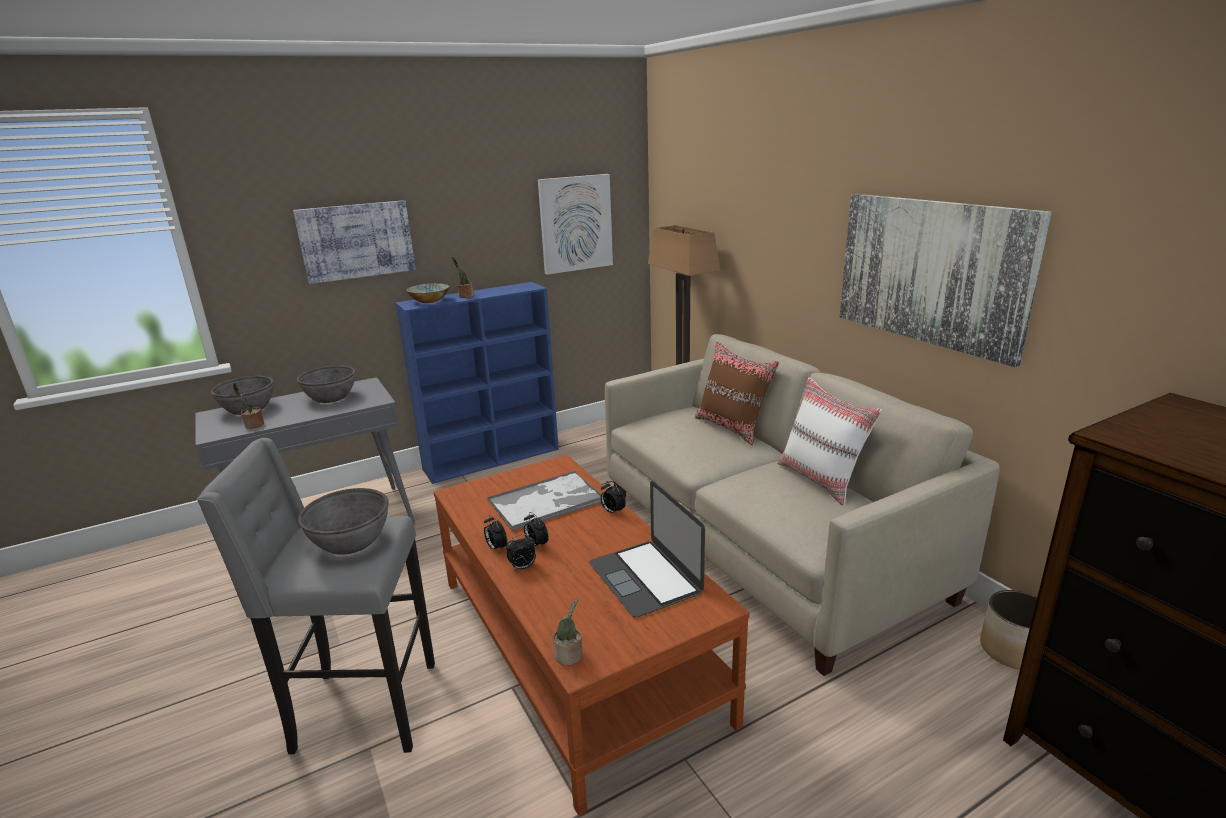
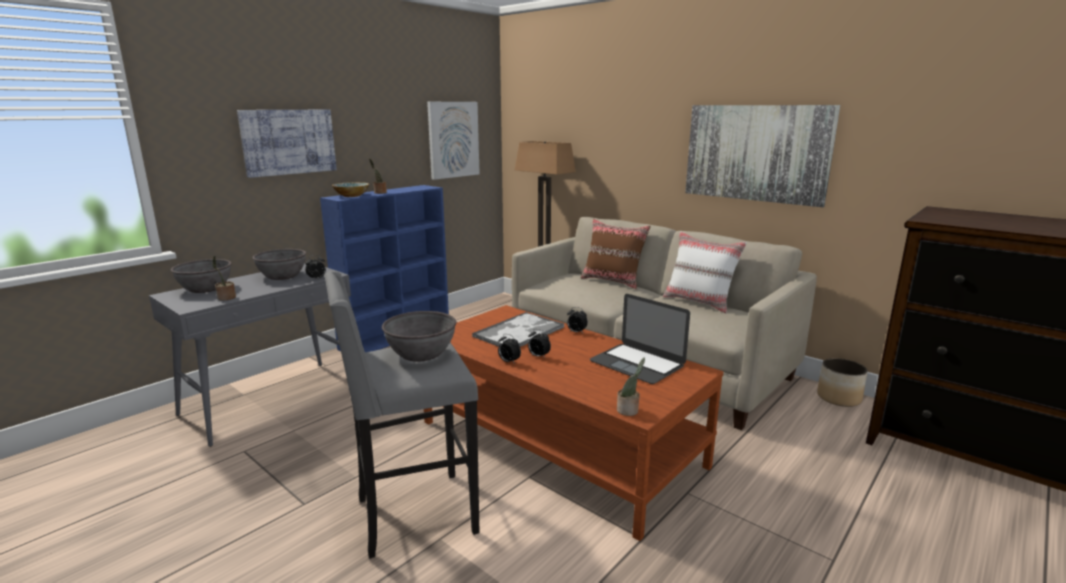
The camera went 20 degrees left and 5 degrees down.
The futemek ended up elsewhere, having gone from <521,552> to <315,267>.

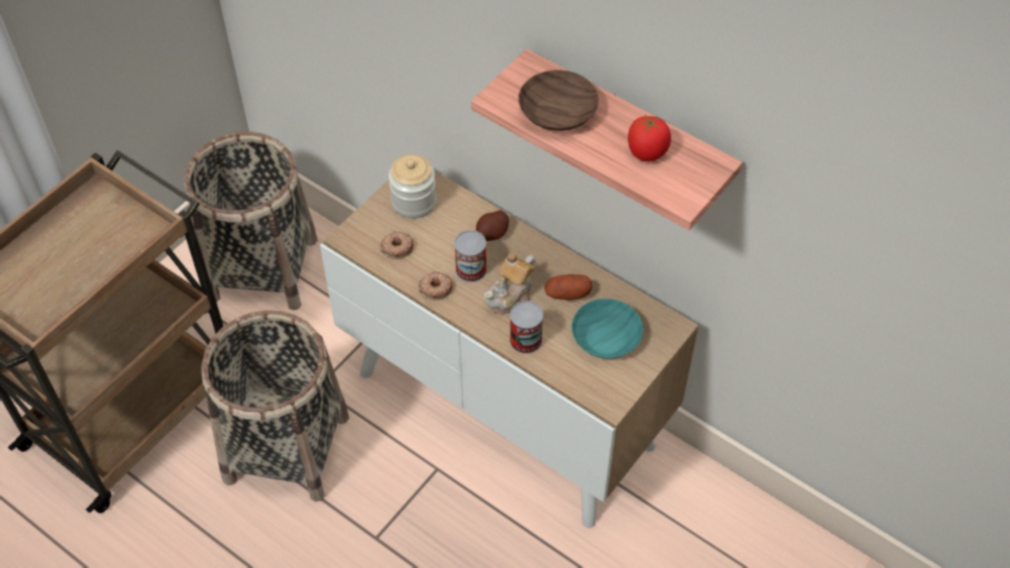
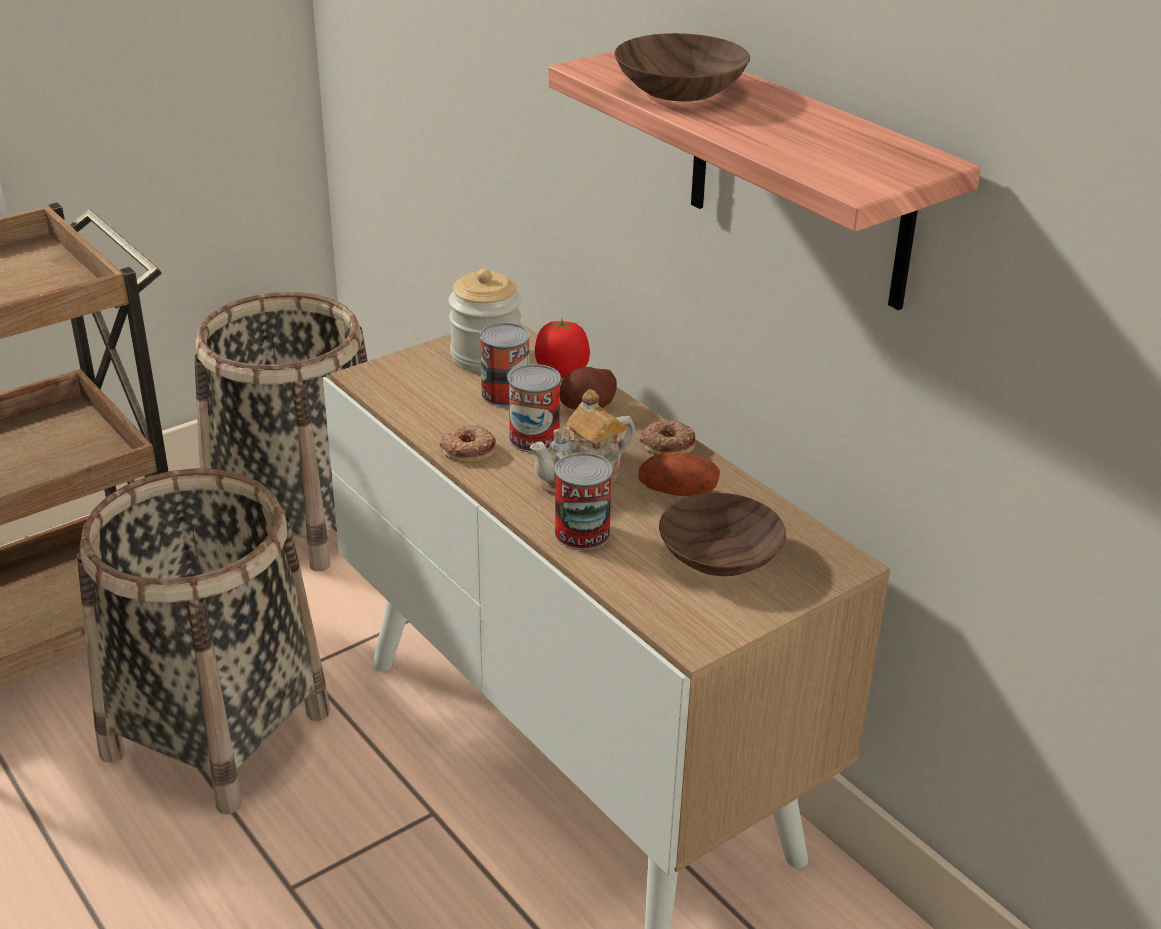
The camera went 15 degrees right and 20 degrees down.
The second view gained the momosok at <505,365>.
The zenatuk ended up elsewhere, having gone from <649,138> to <562,348>.
The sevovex ended up elsewhere, having gone from <397,245> to <667,437>.
What was the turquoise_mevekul at <607,329> turned into the brown_mevekul at <722,534>.

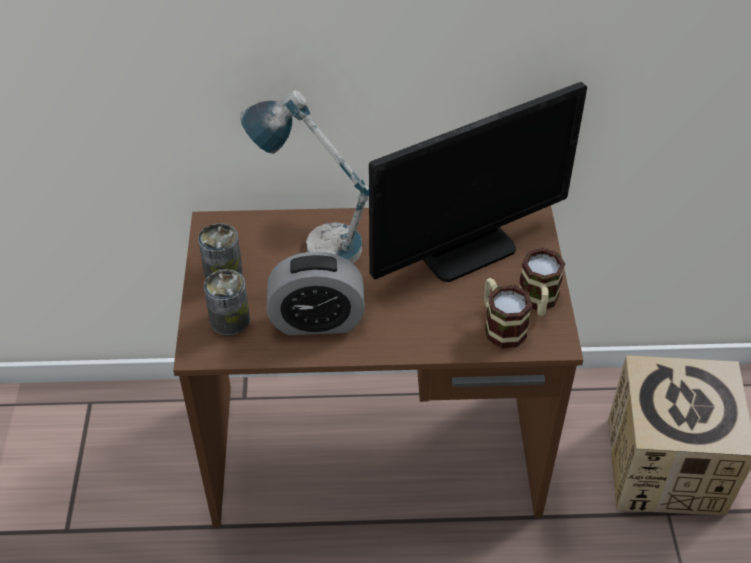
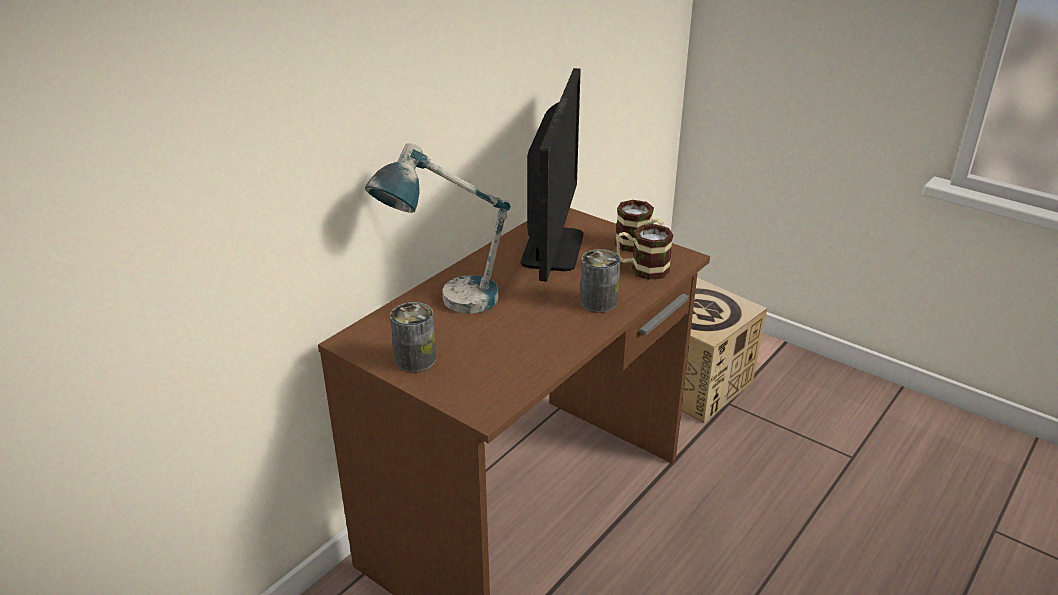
The camera went 50 degrees left and 15 degrees down.
The momosok ended up elsewhere, having gone from <227,302> to <600,281>.
The second view lost the futemek at <316,293>.

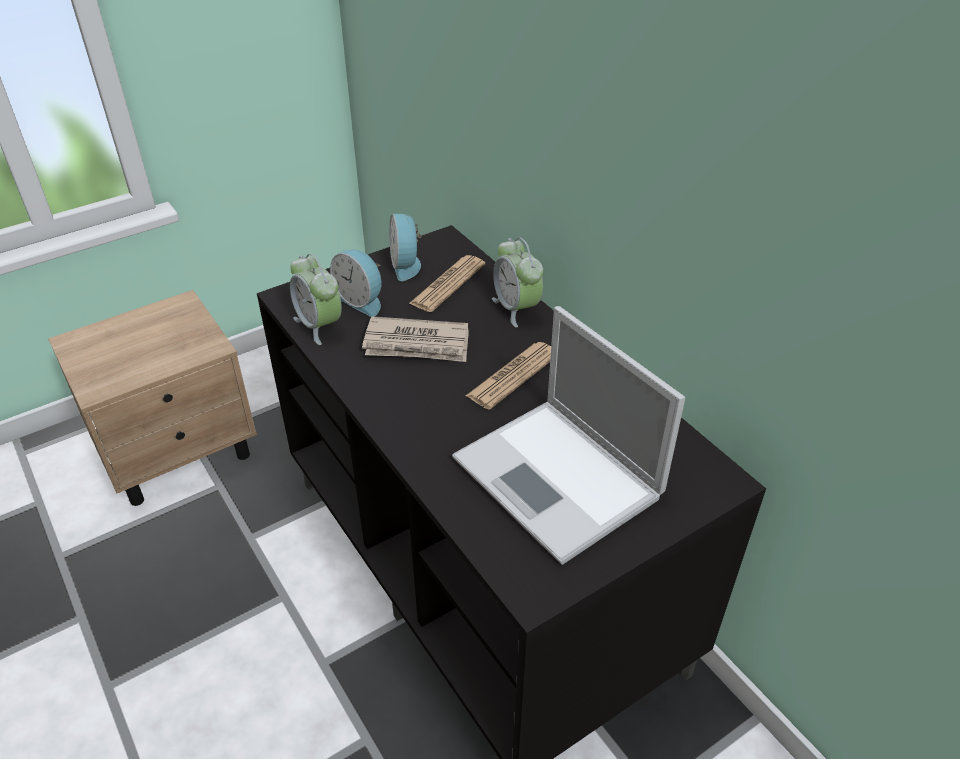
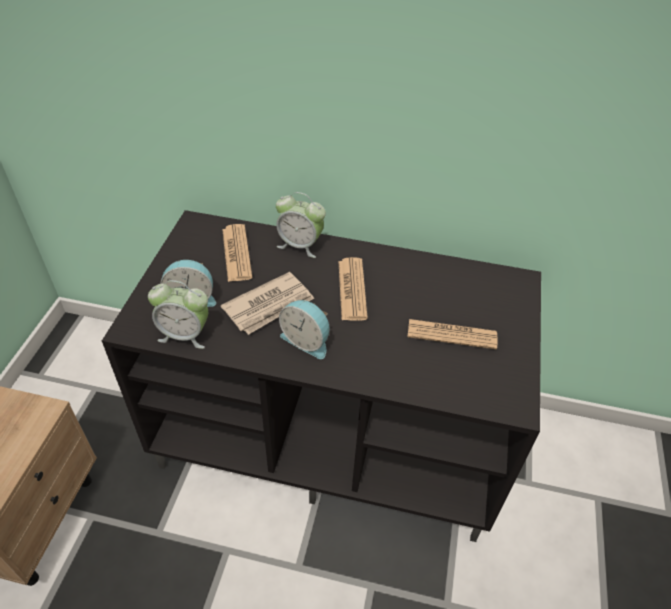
The camera went 45 degrees left and 5 degrees up.
The futemek ended up elsewhere, having gone from <405,247> to <304,329>.
Where the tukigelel stood at <568,435>, the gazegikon came to stand at <452,334>.

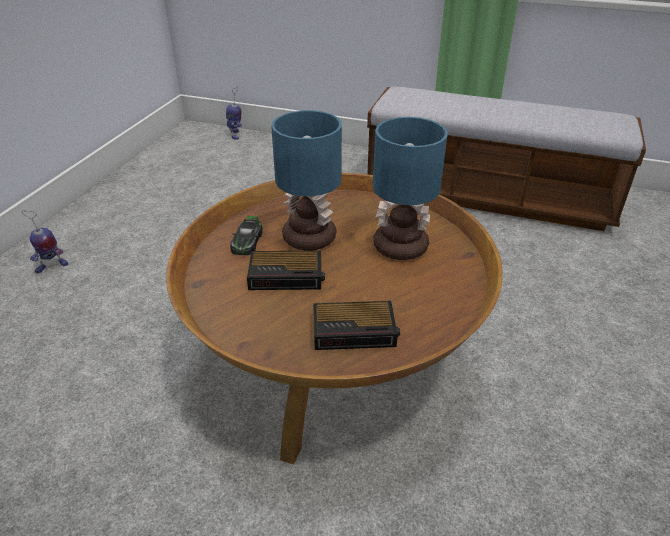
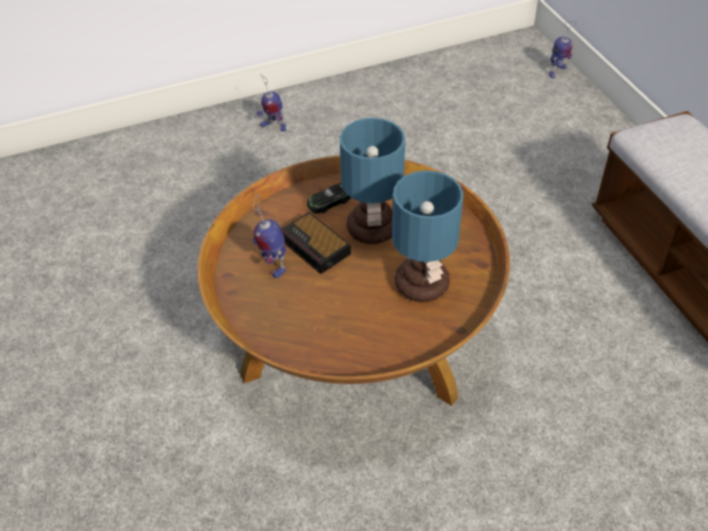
The camera went 50 degrees right and 10 degrees up.
The second view gained the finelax at <269,236>.
The second view lost the futemek at <356,325>.

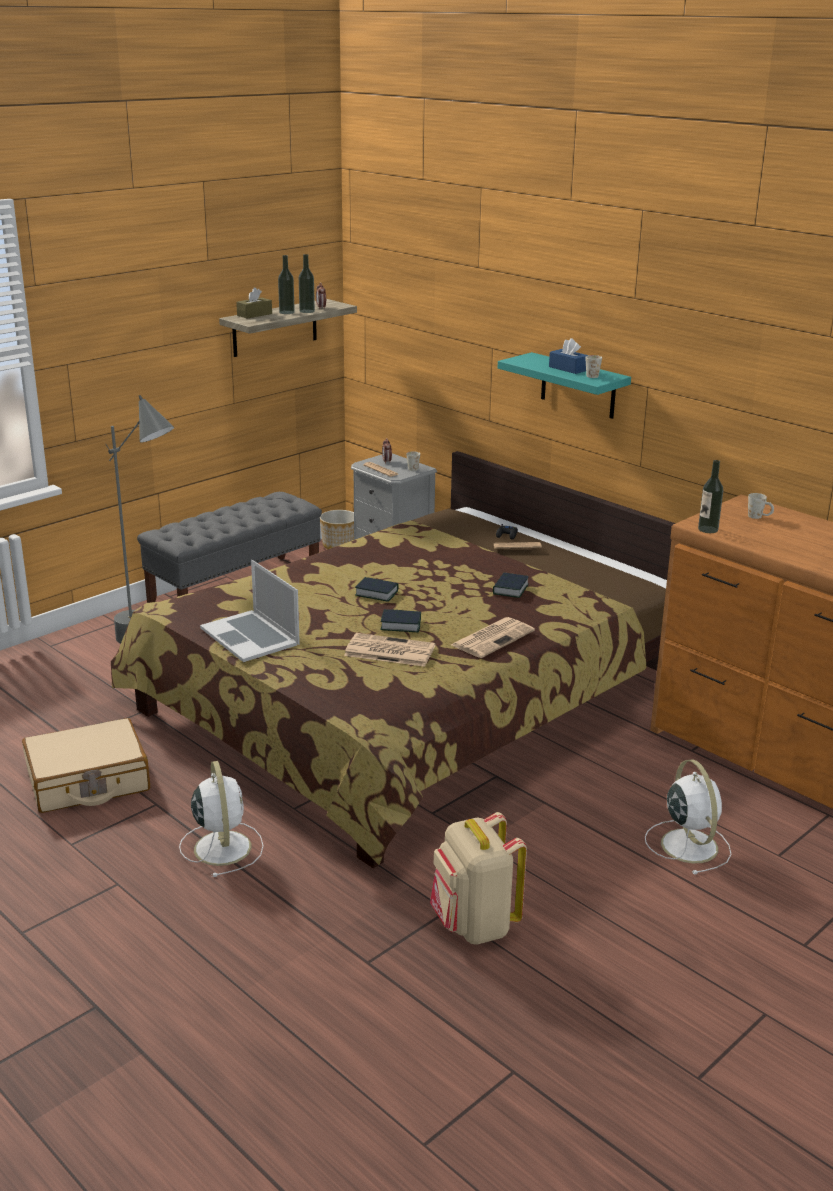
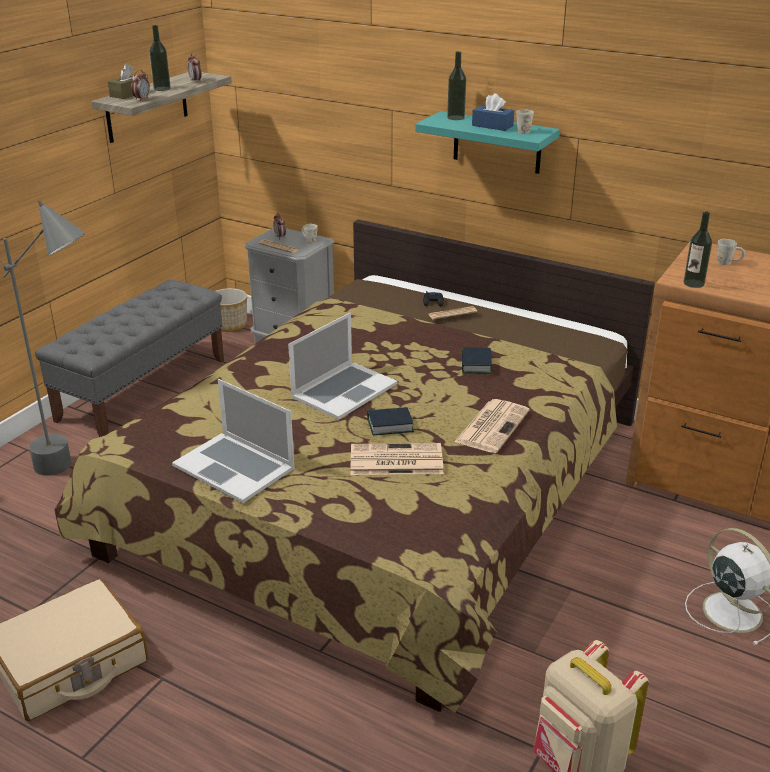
The camera went 15 degrees left and 5 degrees up.
The second view gained the futemek at <140,85>.
Where the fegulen stood at <377,589>, the tukigelel came to stand at <343,366>.
The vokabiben ended up elsewhere, having gone from <307,283> to <456,85>.
The second view lost the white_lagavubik at <221,819>.

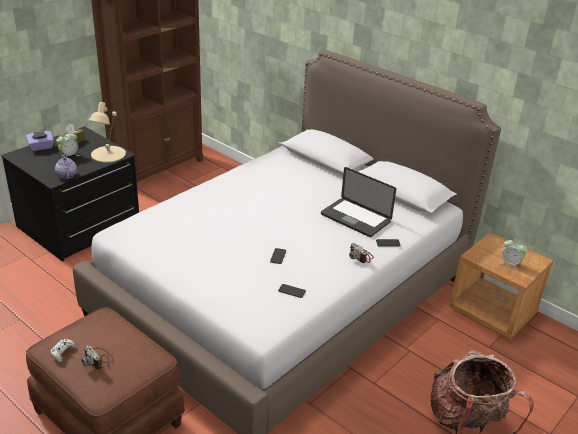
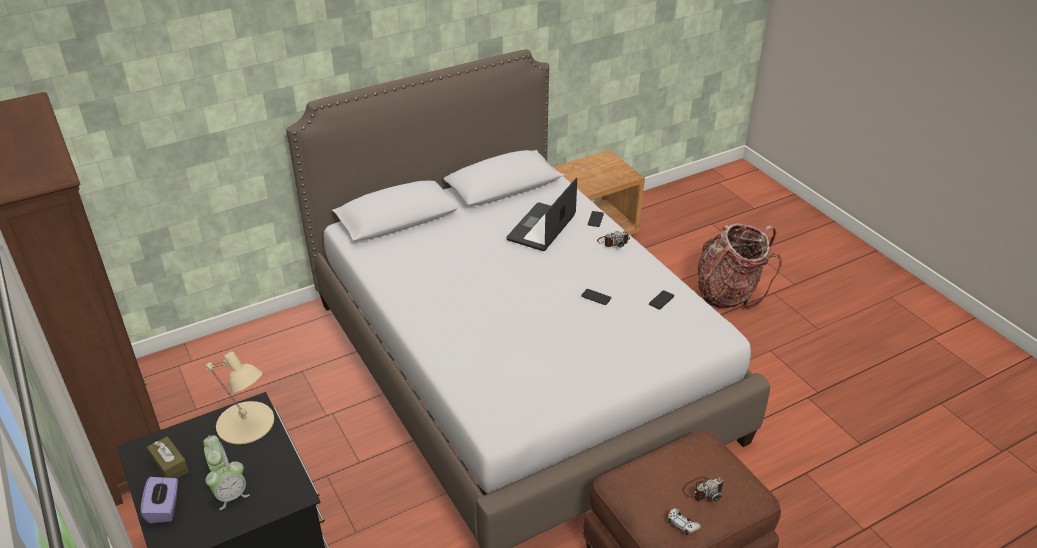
The camera went 70 degrees left and 5 degrees up.
The futemek ended up elsewhere, having gone from <514,255> to <227,485>.
The tukigelel at <358,202> ended up facing another way, 150 degrees clockwise from before.
The second view lost the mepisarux at <66,167>.

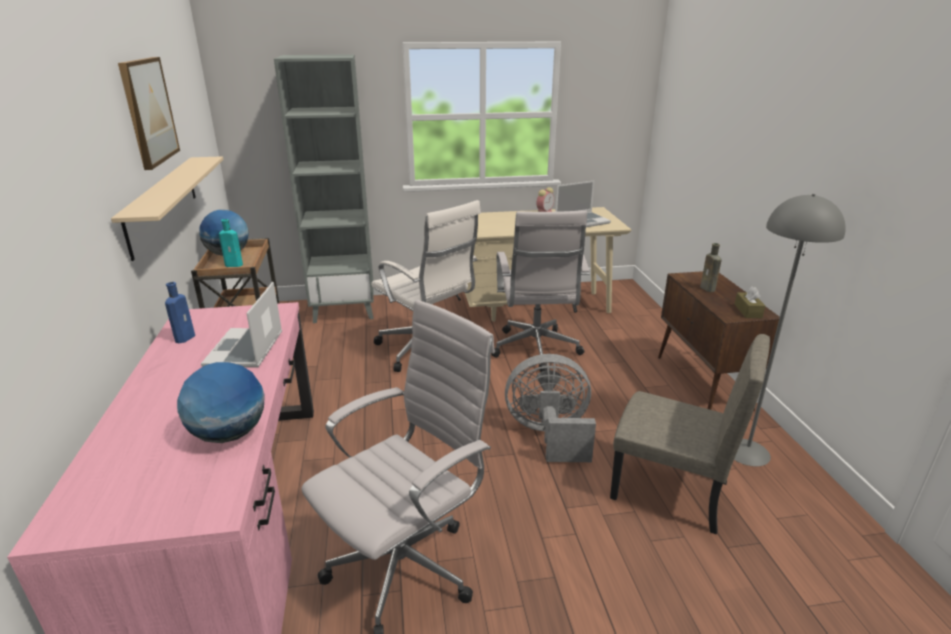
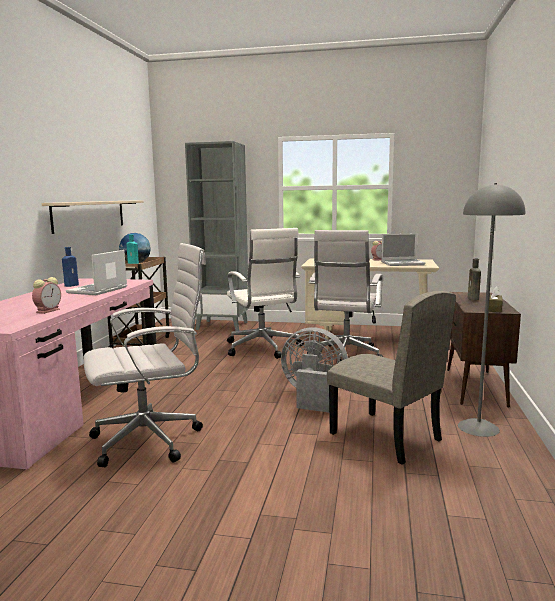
The camera went 20 degrees right and 15 degrees down.
Where the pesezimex stood at <221,402>, the futemek came to stand at <46,295>.
The second view lost the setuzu at <149,113>.

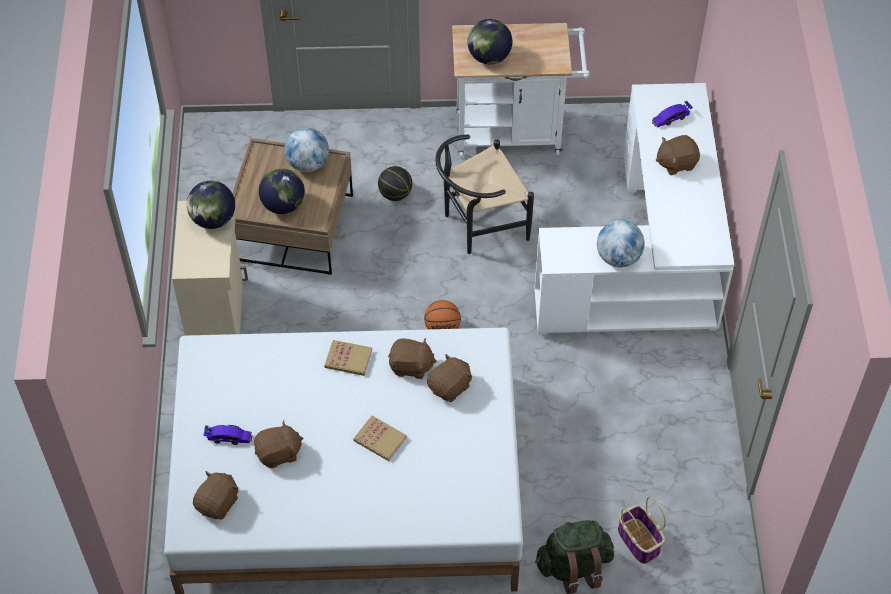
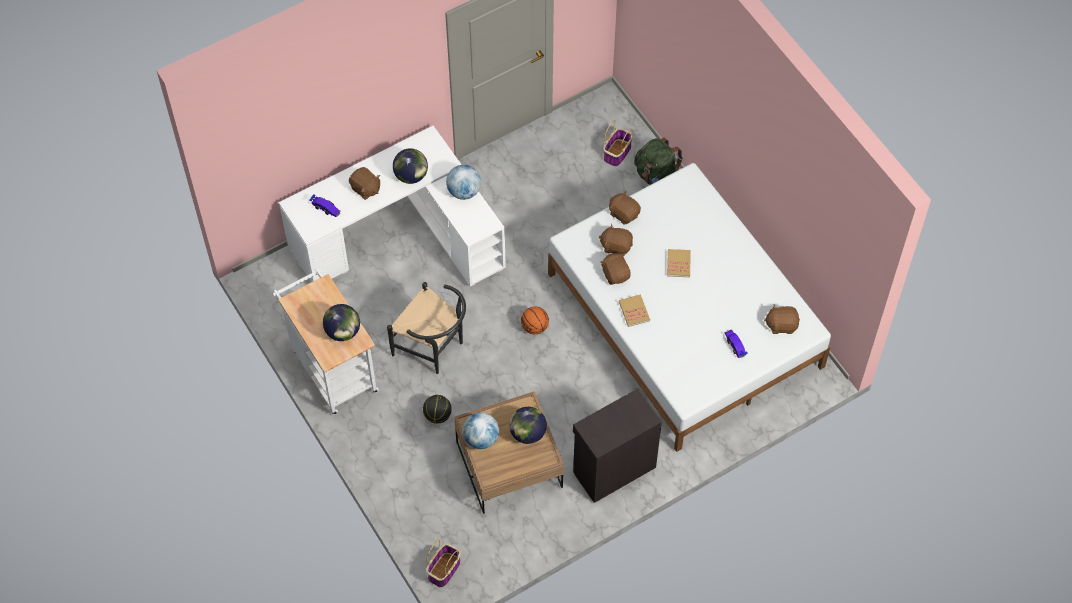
The camera went 120 degrees left and 5 degrees up.
The pesezimex ended up elsewhere, having gone from <211,205> to <410,166>.
The second view gained the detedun at <443,563>.
What was the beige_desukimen at <210,268> turned into the black_desukimen at <617,446>.
The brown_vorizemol ended up elsewhere, having gone from <278,444> to <625,208>.

